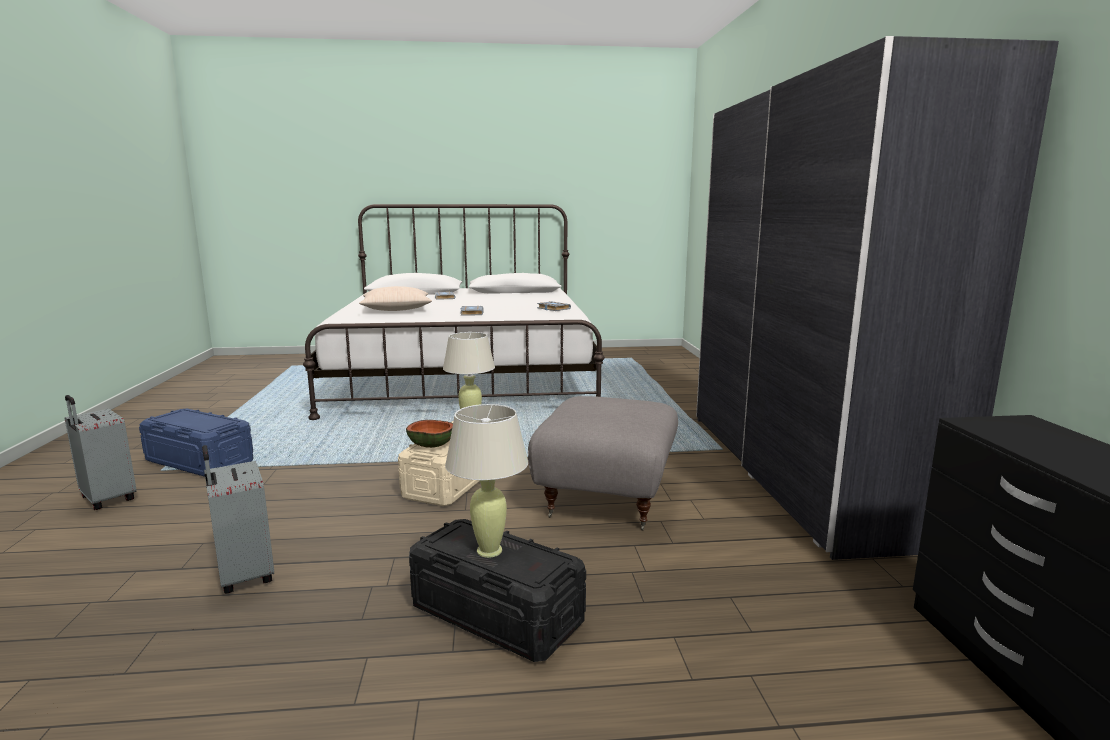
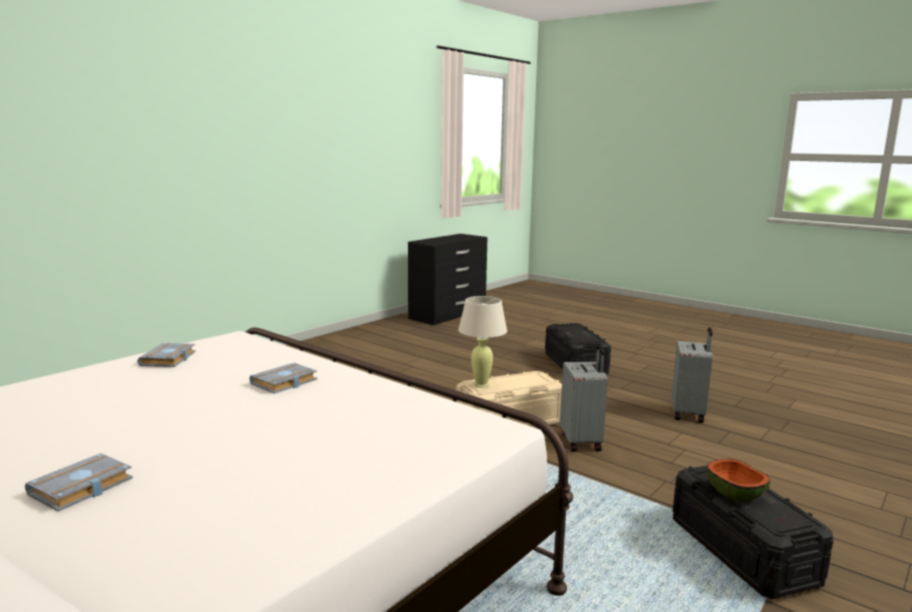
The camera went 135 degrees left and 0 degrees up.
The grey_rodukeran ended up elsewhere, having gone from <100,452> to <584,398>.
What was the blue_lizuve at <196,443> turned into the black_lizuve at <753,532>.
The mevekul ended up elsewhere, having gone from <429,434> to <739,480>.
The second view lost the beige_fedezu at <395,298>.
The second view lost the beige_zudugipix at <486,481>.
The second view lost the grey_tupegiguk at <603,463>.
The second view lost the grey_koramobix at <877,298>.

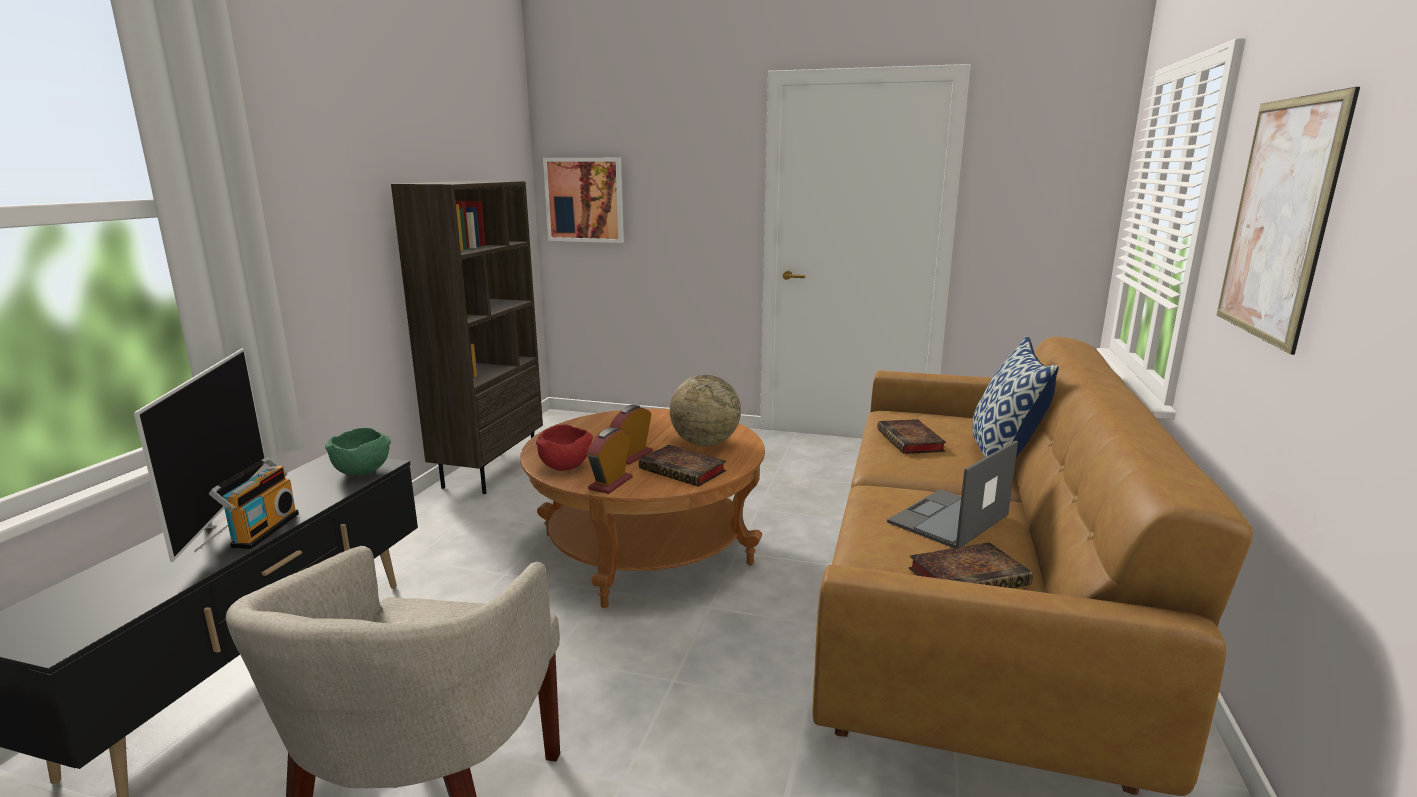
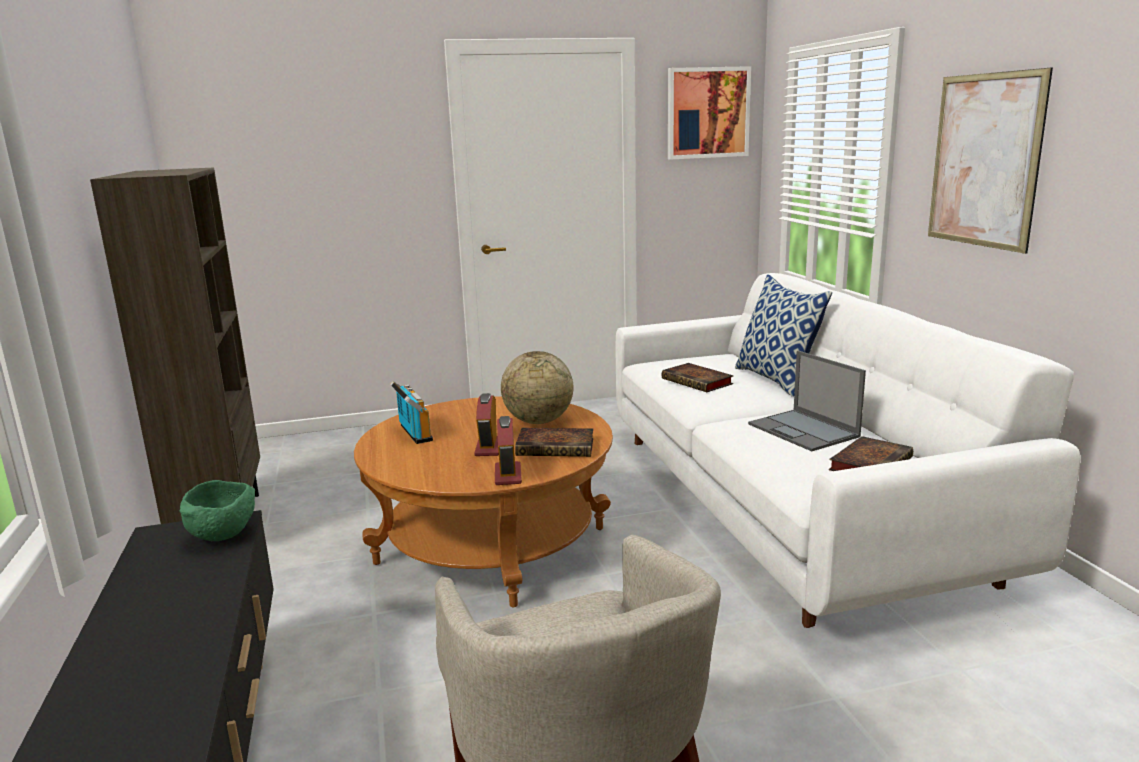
The camera went 30 degrees left and 0 degrees up.
The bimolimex ended up elsewhere, having gone from <254,503> to <411,412>.
What was the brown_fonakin at <1032,566> turned into the white_fonakin at <848,450>.
The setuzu ended up elsewhere, having gone from <583,200> to <709,113>.
The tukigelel at <952,494> ended up facing another way, 45 degrees counterclockwise from before.
The second view lost the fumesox at <200,455>.
The second view lost the red_mevekul at <564,448>.

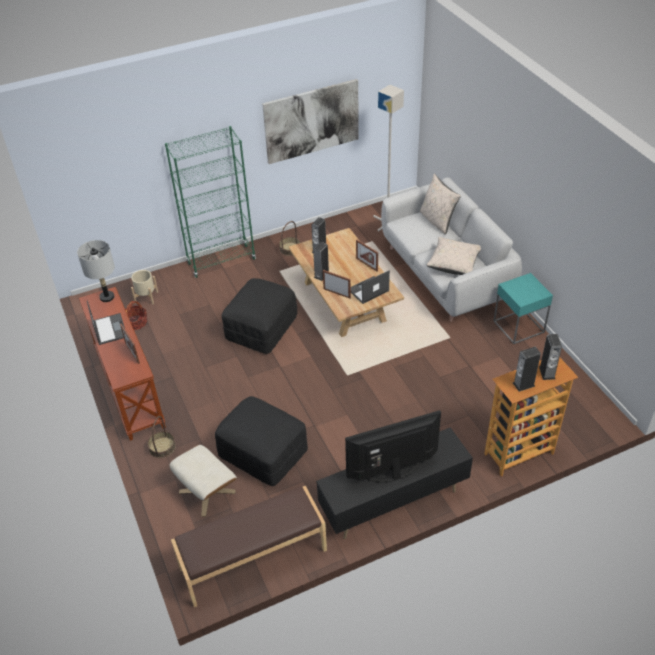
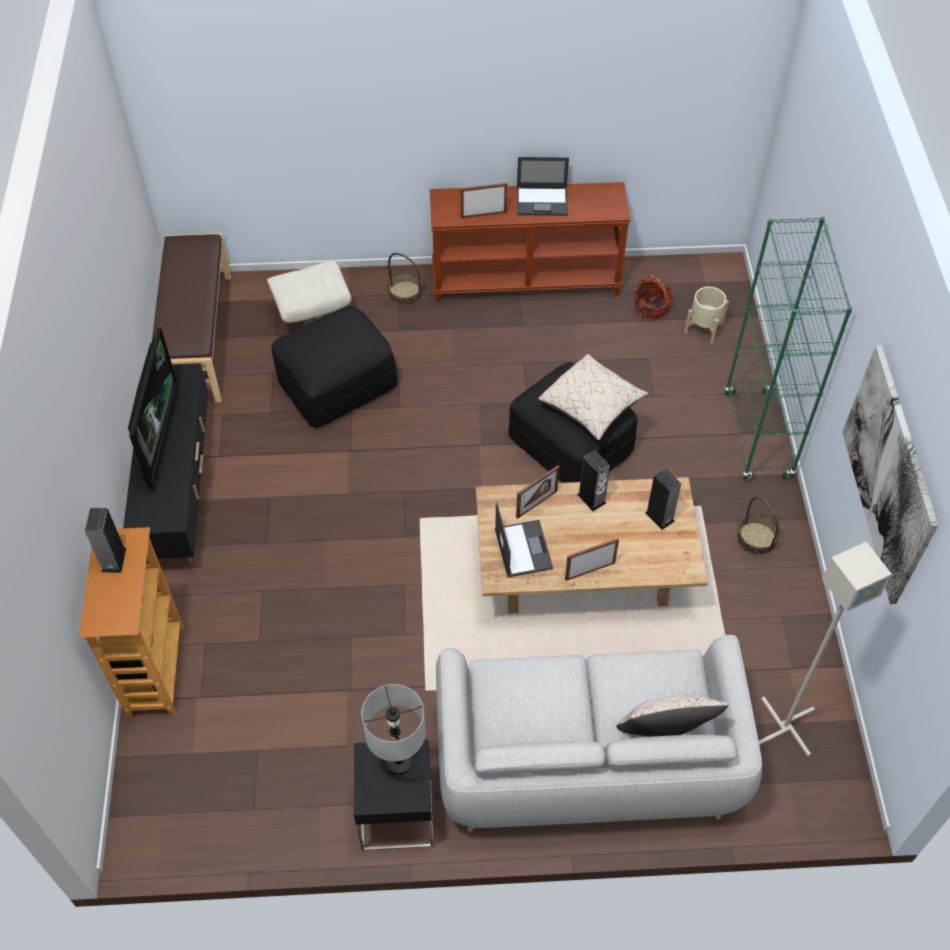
The camera went 110 degrees right and 10 degrees up.
What was the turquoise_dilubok at <523,308> turned into the black_dilubok at <393,795>.
The grey_zudugipix ended up elsewhere, having gone from <96,271> to <393,729>.
The beige_fedezu ended up elsewhere, having gone from <454,256> to <593,397>.
The second view lost the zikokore at <550,357>.

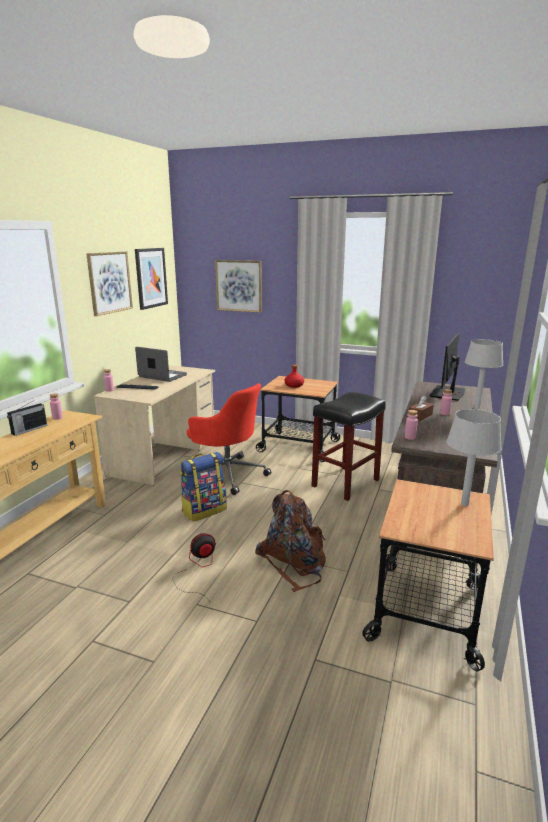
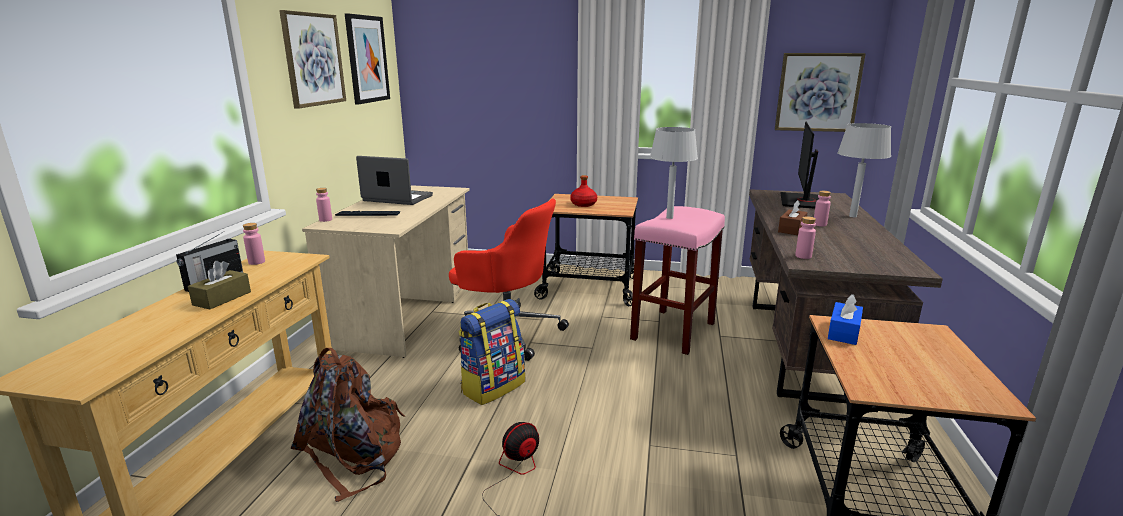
The camera went 10 degrees left and 0 degrees up.
The second view gained the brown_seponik at <219,285>.
The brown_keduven ended up elsewhere, having gone from <290,541> to <348,425>.
What was the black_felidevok at <349,446> turned into the pink_felidevok at <677,280>.
The grey_zudugipix ended up elsewhere, having gone from <474,457> to <674,173>.
The setuzu ended up elsewhere, having gone from <238,286> to <820,92>.
The second view gained the blue_seponik at <845,319>.

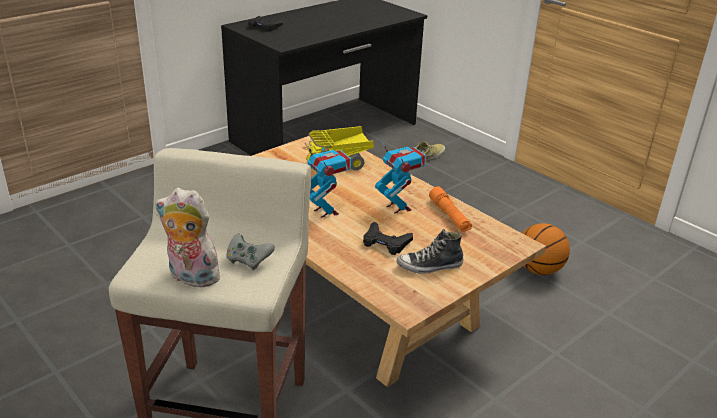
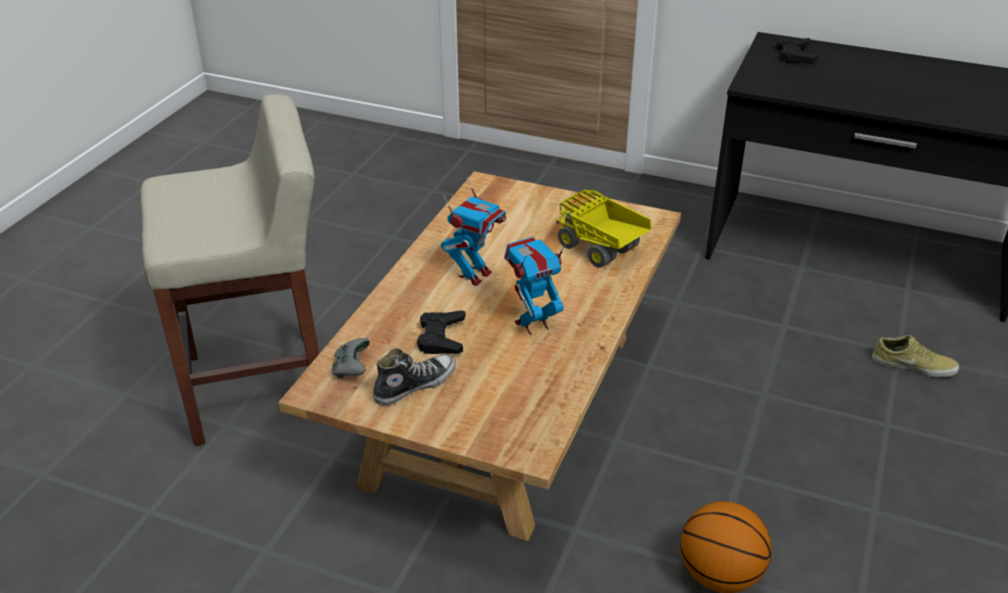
The camera went 65 degrees right and 5 degrees up.
The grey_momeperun ended up elsewhere, having gone from <250,252> to <351,358>.
The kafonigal at <430,251> ended up facing another way, 90 degrees clockwise from before.
The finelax at <400,177> ended up facing another way, 150 degrees counterclockwise from before.
The second view lost the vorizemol at <189,237>.
The second view lost the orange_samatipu at <450,209>.

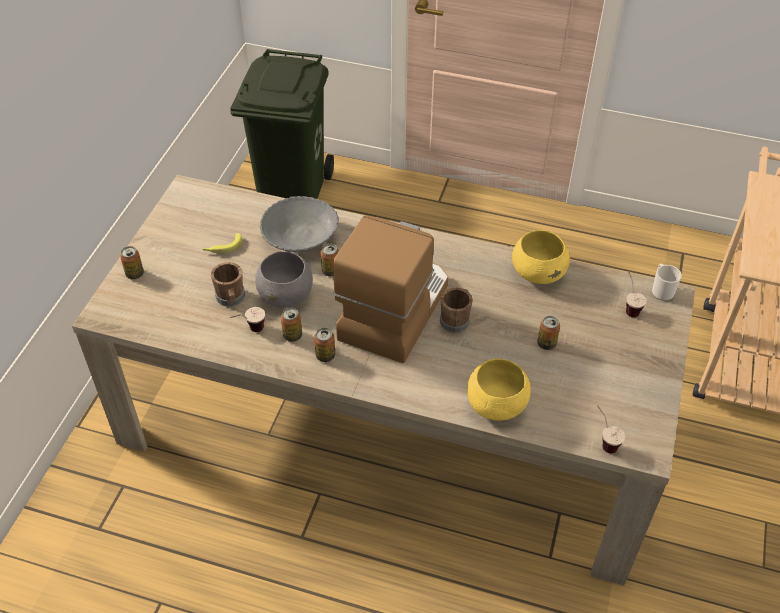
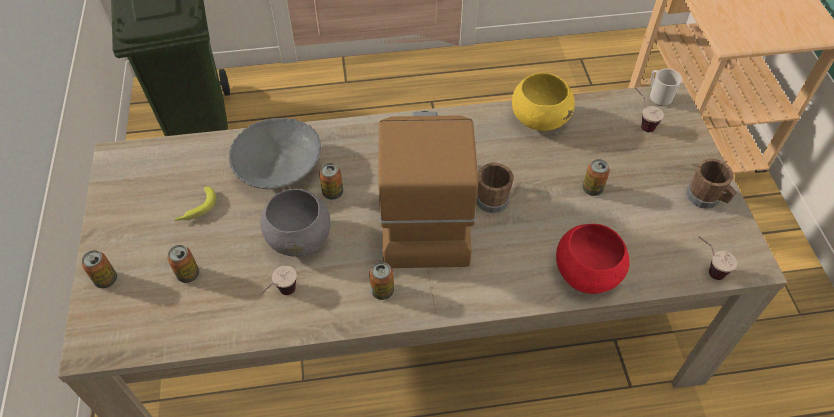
The camera went 25 degrees left and 5 degrees up.
The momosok ended up elsewhere, having gone from <291,325> to <183,264>.
What was the yellow_mevekul at <499,390> turned into the red_mevekul at <592,259>.
The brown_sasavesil ended up elsewhere, having gone from <228,284> to <711,183>.

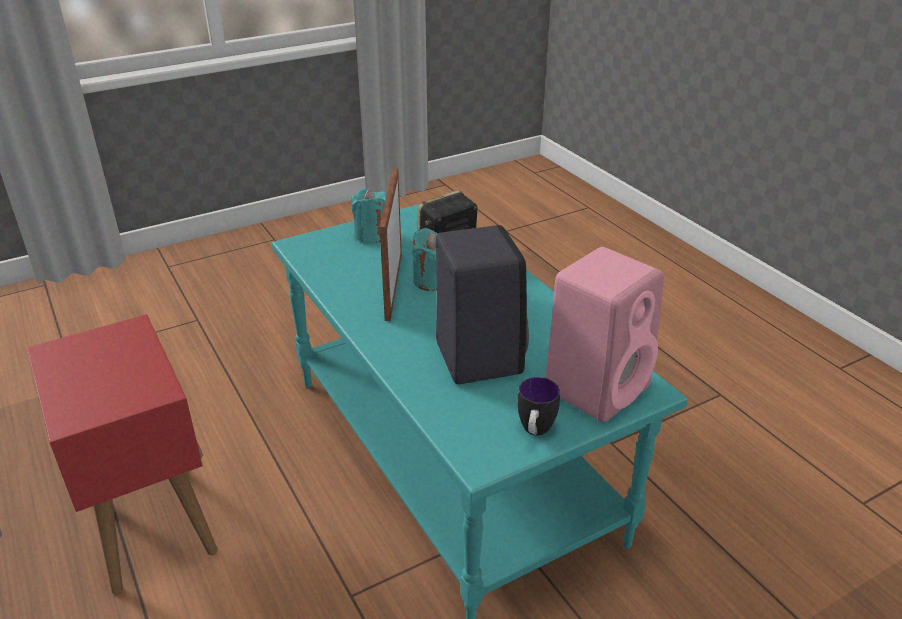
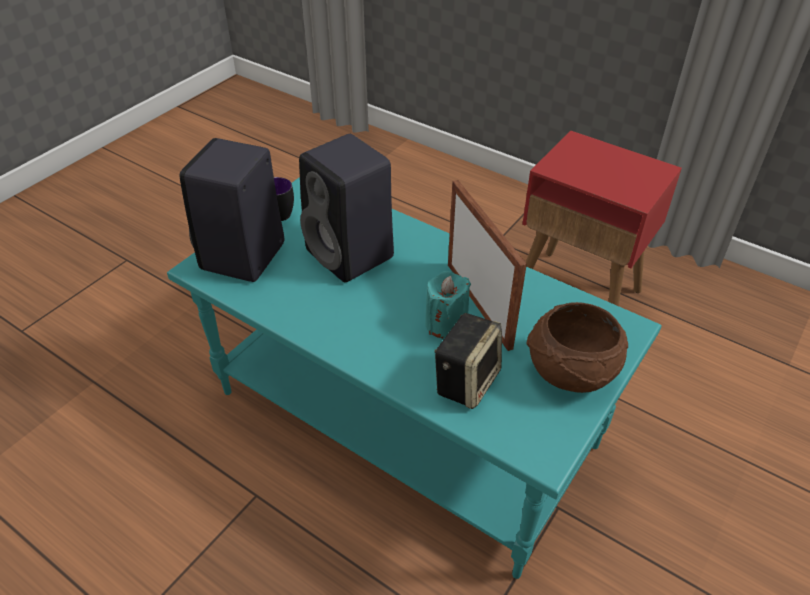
The camera went 155 degrees right and 10 degrees up.
What was the pink_zikokore at <604,334> turned into the black_zikokore at <232,210>.
Where the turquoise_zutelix stood at <369,215>, the brown_mevekul came to stand at <577,347>.

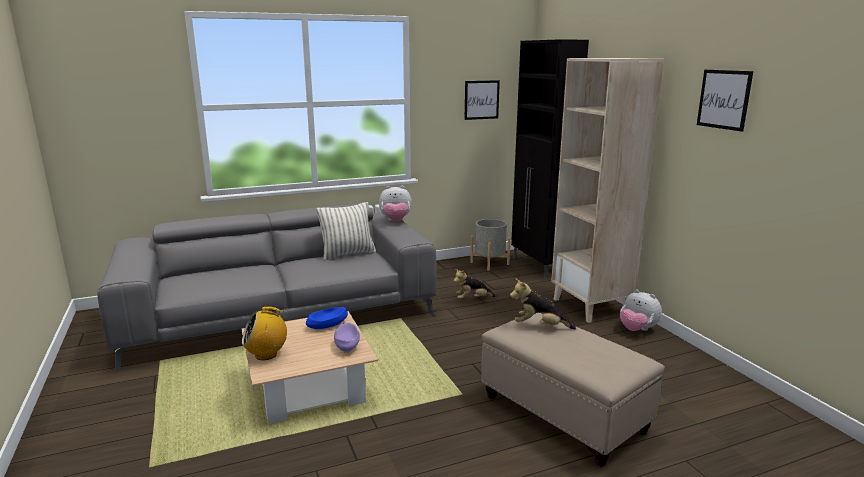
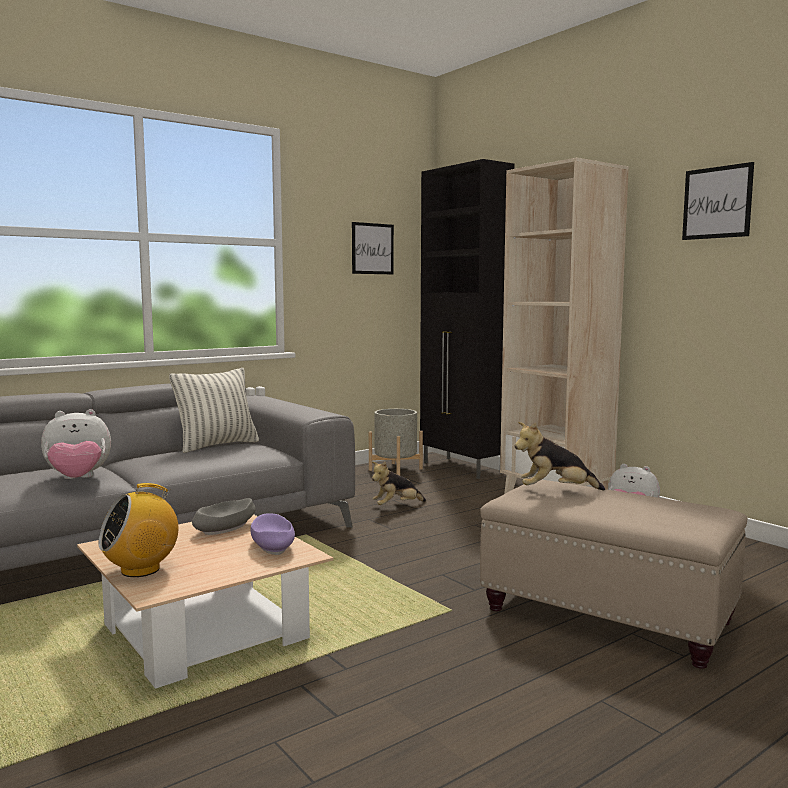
The camera went 15 degrees left and 10 degrees down.
The vorizemol ended up elsewhere, having gone from <395,203> to <76,444>.
What was the blue_mevekul at <327,318> turned into the grey_mevekul at <224,516>.

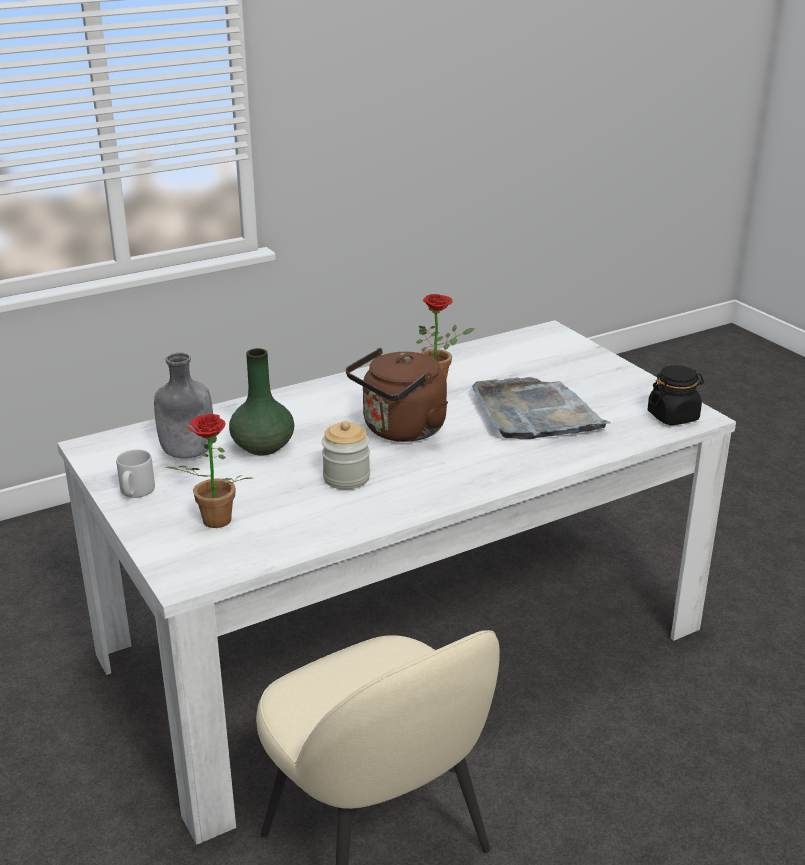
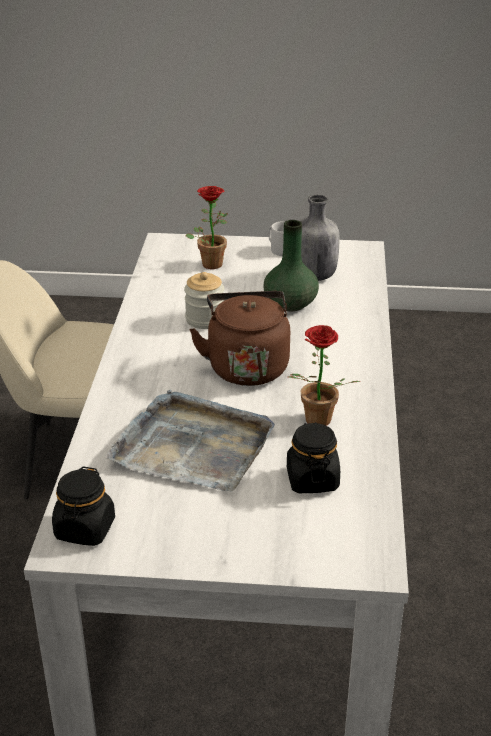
The camera went 125 degrees right and 5 degrees up.
The second view gained the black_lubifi at <313,457>.

